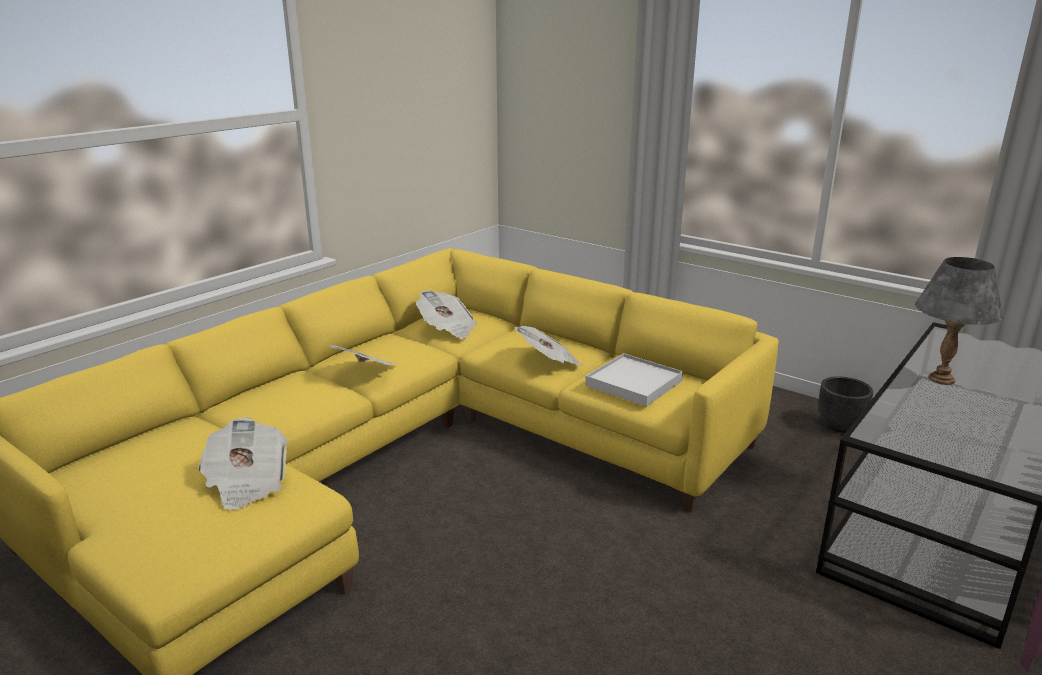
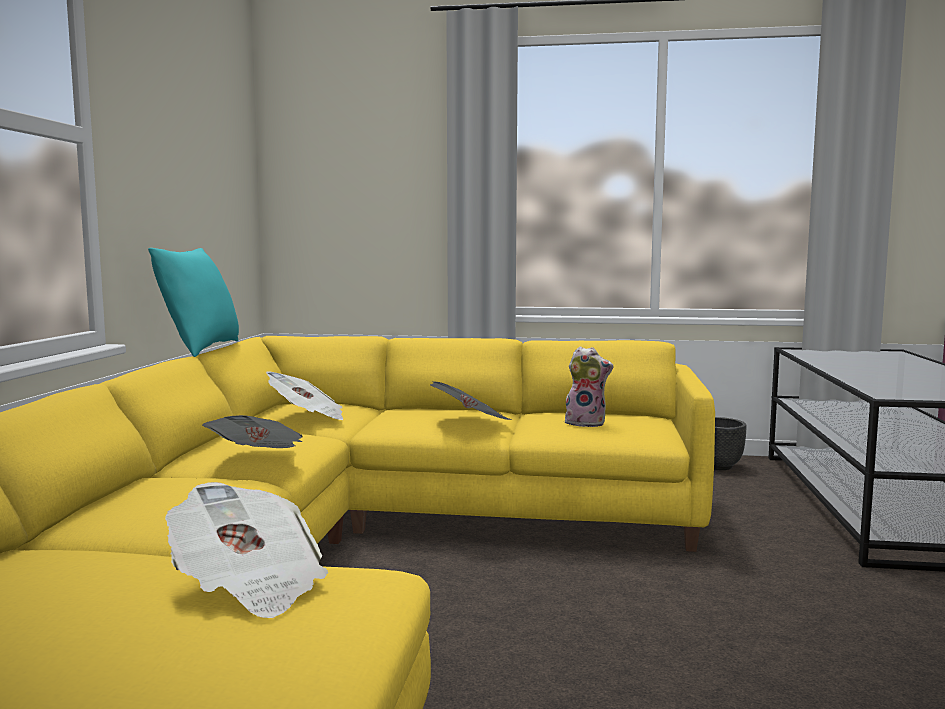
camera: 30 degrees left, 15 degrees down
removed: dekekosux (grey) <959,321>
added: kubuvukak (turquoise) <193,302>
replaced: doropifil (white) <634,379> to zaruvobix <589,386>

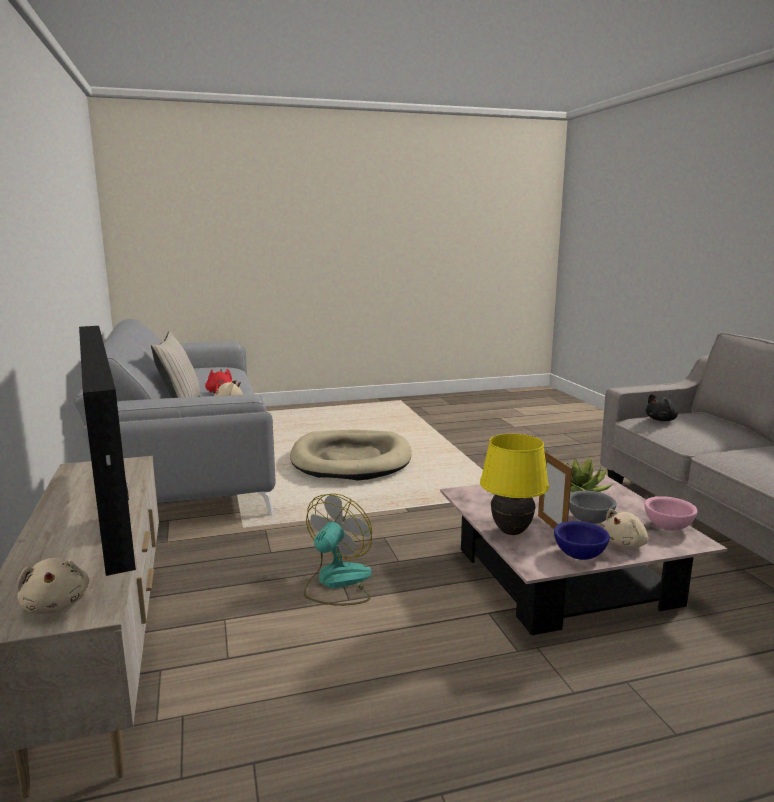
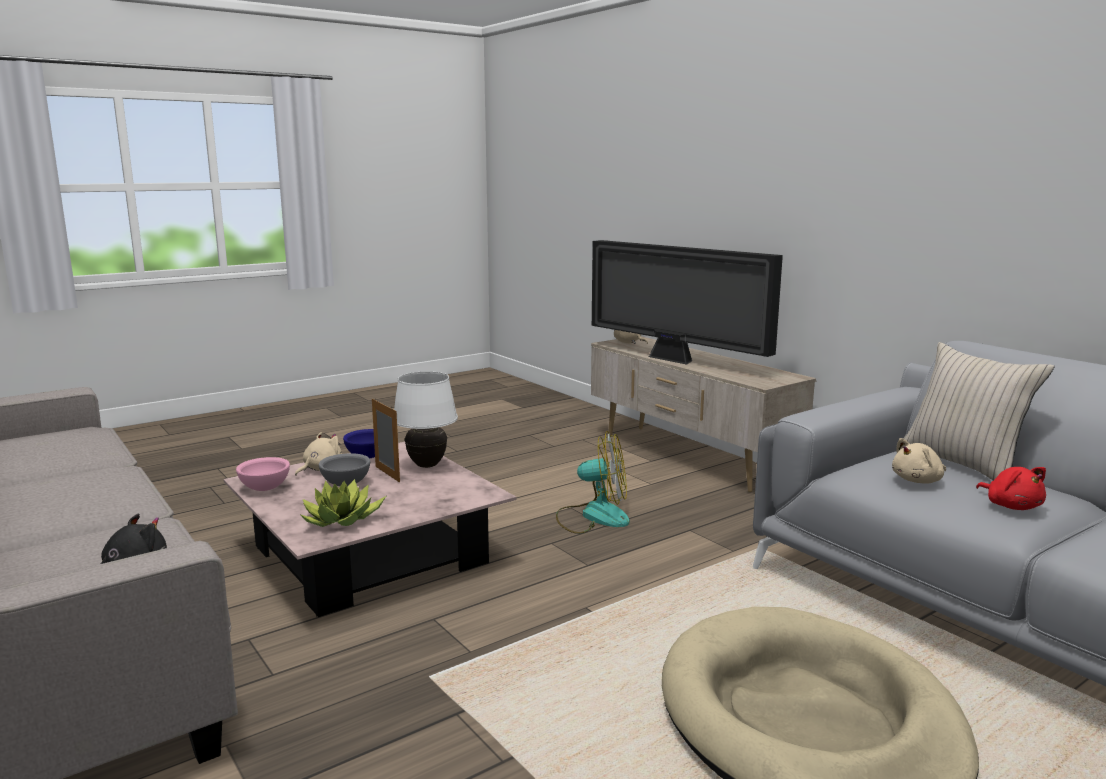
camera: 160 degrees right, 0 degrees up
recoloured: dekekosux (yellow) <514,484> to dekekosux (white) <426,419>
turned: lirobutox <338,550> = <593,482> 90 degrees counterclockwise

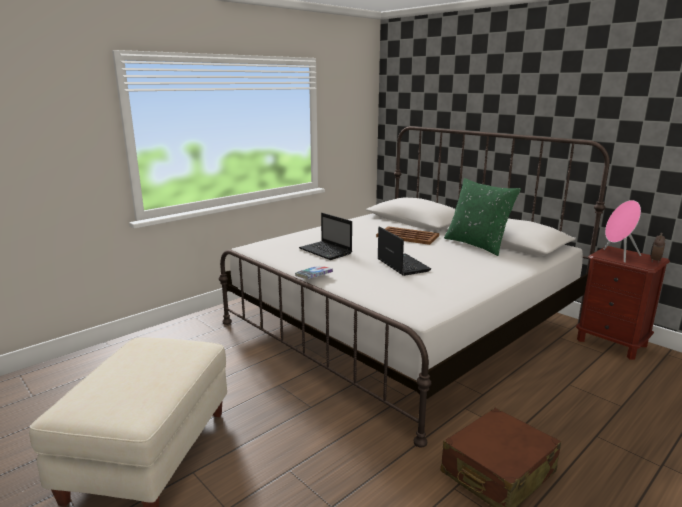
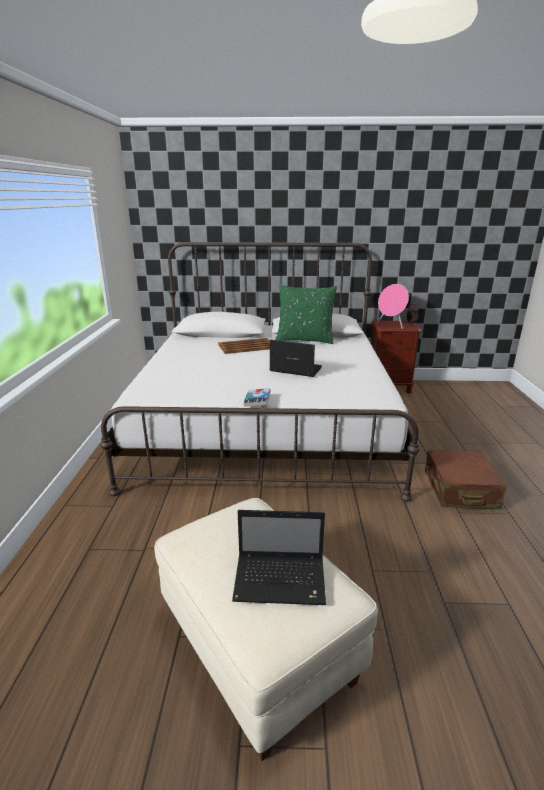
camera: 45 degrees left, 5 degrees up
moved: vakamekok <325,236> to <279,557>

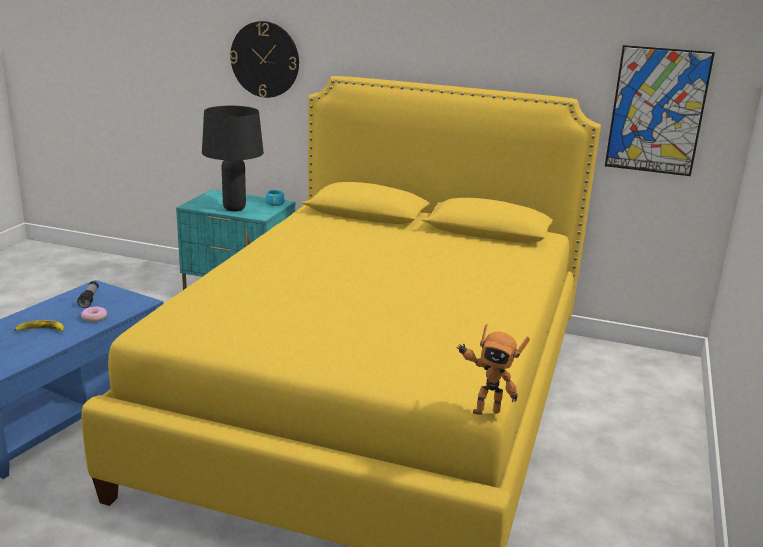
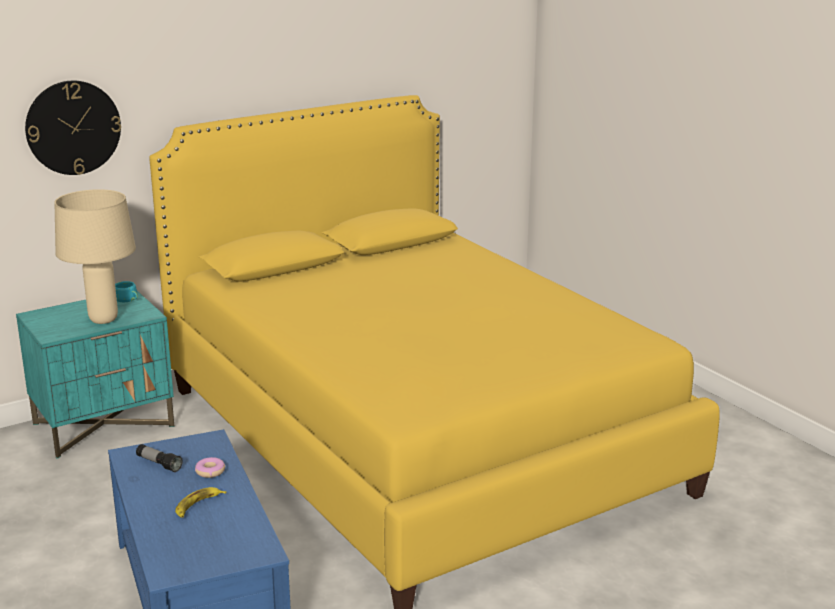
camera: 50 degrees left, 0 degrees up
removed: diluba <493,369>; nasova <660,110>
recoloured: dekekosux (black) <233,158> to dekekosux (beige) <95,256>

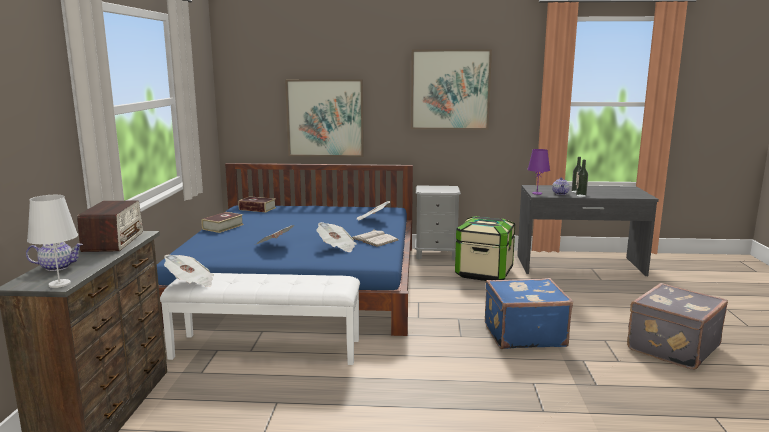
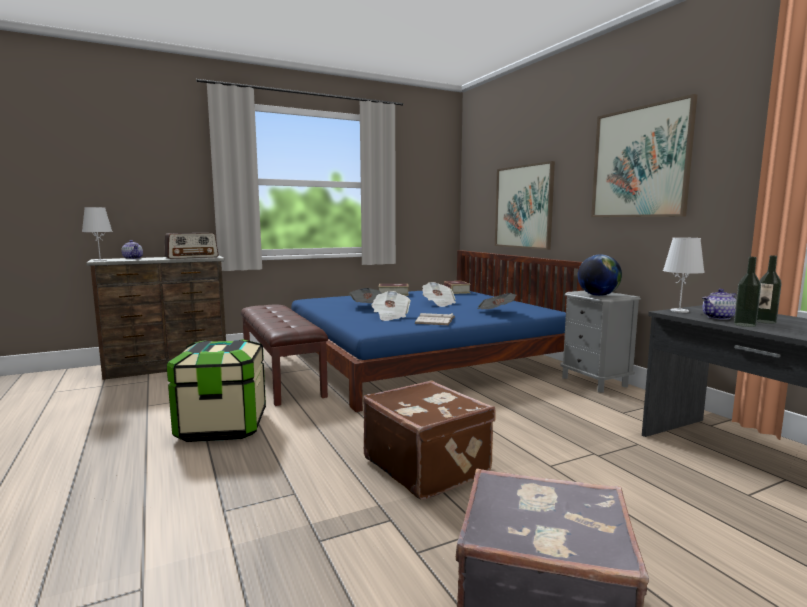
camera: 60 degrees right, 5 degrees down
added: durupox <600,275>
moved: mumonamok <189,271> to <439,294>; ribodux <485,248> to <216,390>
recoloured: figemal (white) <260,319> to figemal (brown) <284,355>; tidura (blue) <529,313> to tidura (brown) <429,440>; dekekosux (purple) <538,172> to dekekosux (white) <684,275>

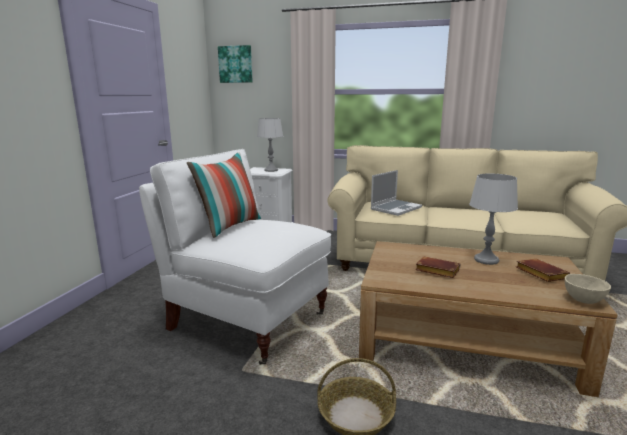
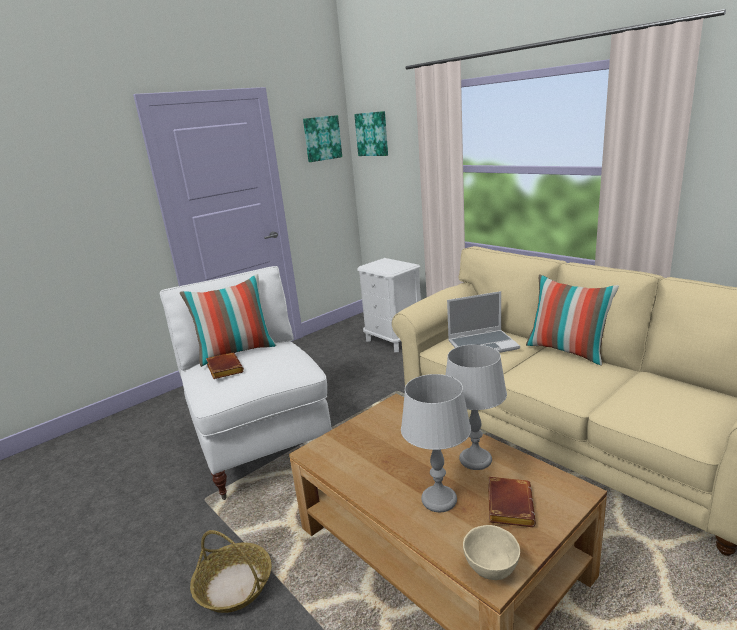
camera: 35 degrees right, 5 degrees up
added: nasova <322,138>; kubuvukak <572,320>
moved: dekekosux (grey) <270,145> to <436,443>; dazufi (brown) <437,267> to <225,366>

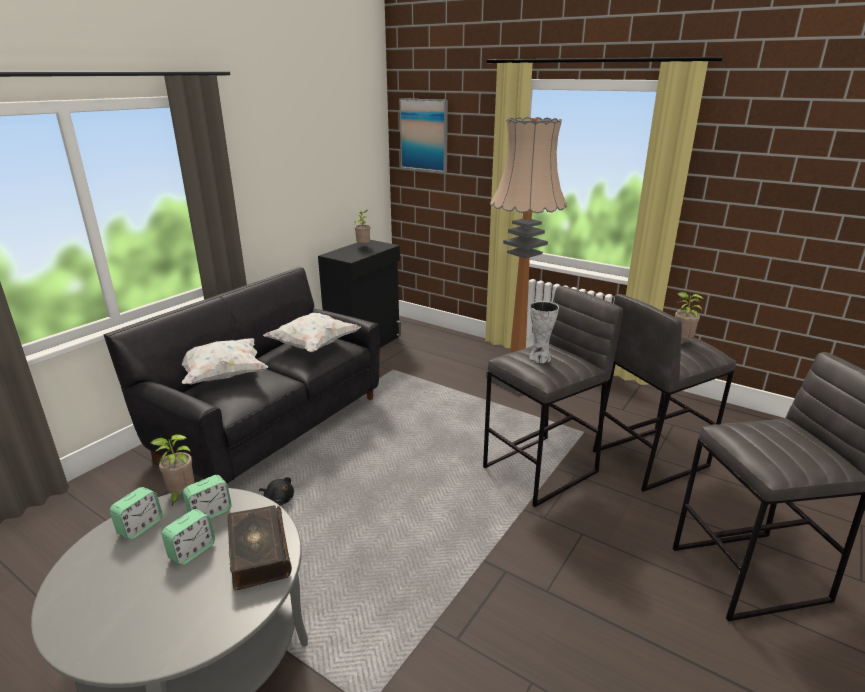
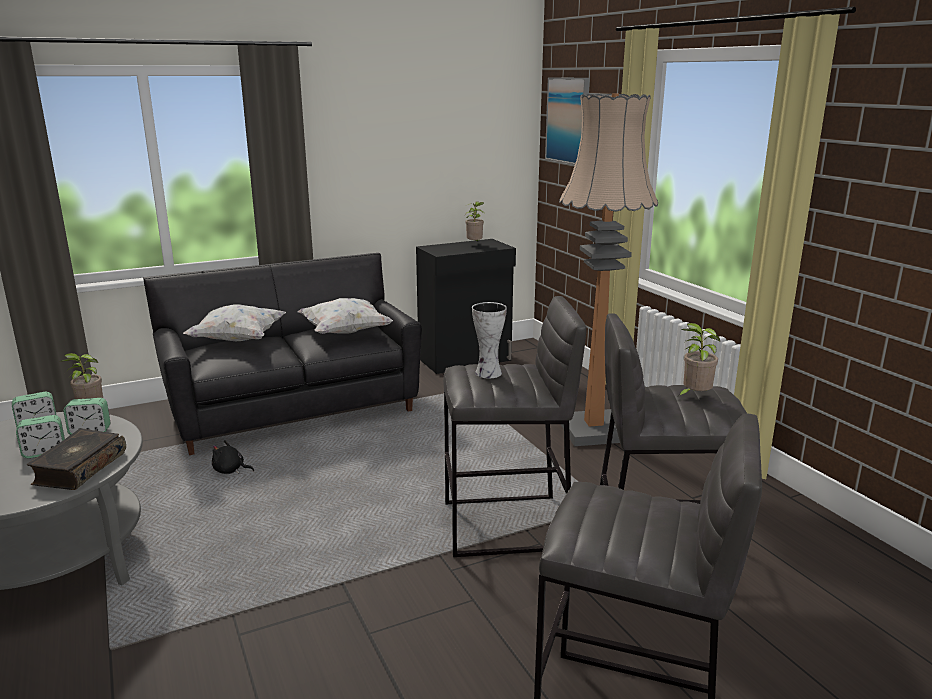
camera: 30 degrees right, 5 degrees down
turned: zaruvobix (black) <276,491> = <233,457> 135 degrees clockwise

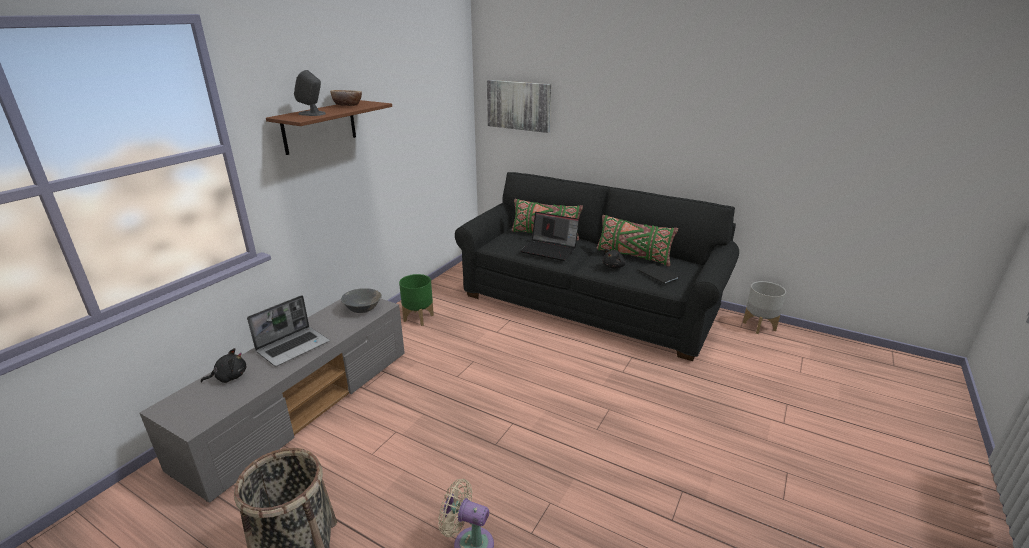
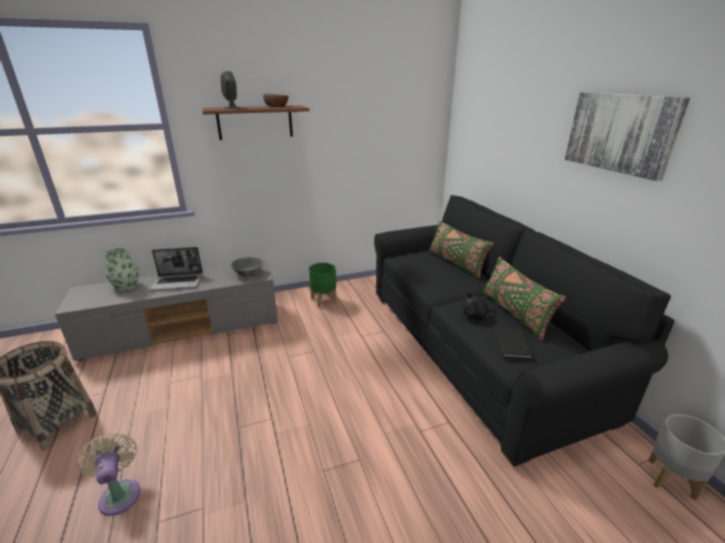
camera: 40 degrees right, 0 degrees up
removed: vakamekok <550,236>
moved: nasova <519,106> to <627,136>
replaced: zaruvobix (black) <223,365> to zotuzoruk <122,269>

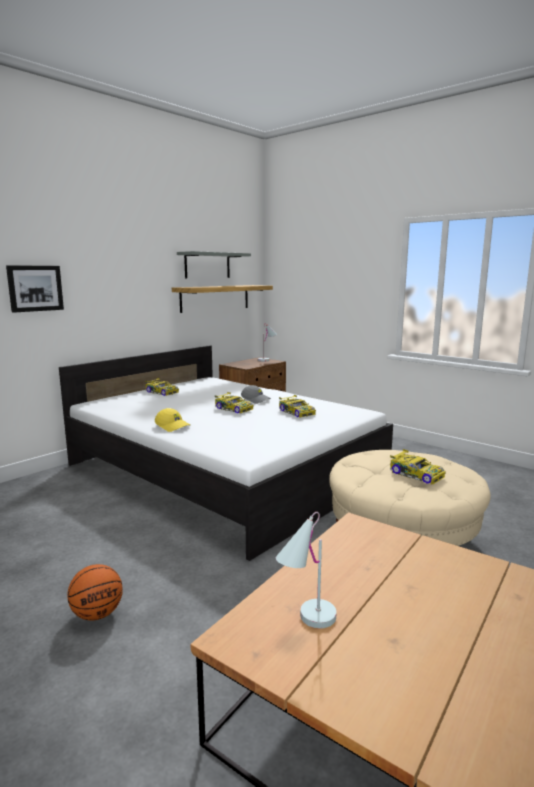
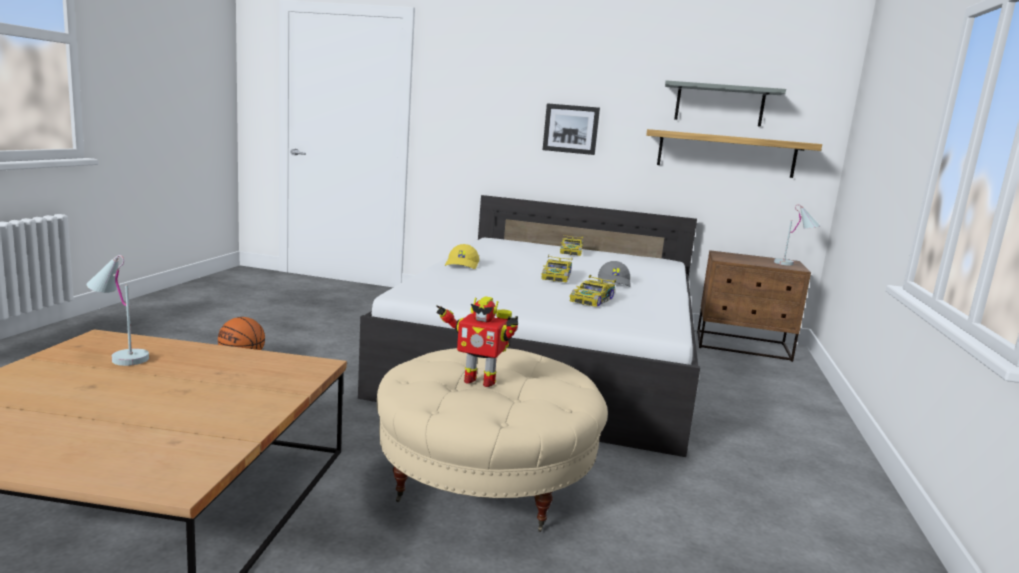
camera: 60 degrees right, 0 degrees up
moved: nasova <35,289> to <571,129>
replaced: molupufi <418,467> to diluba <477,341>

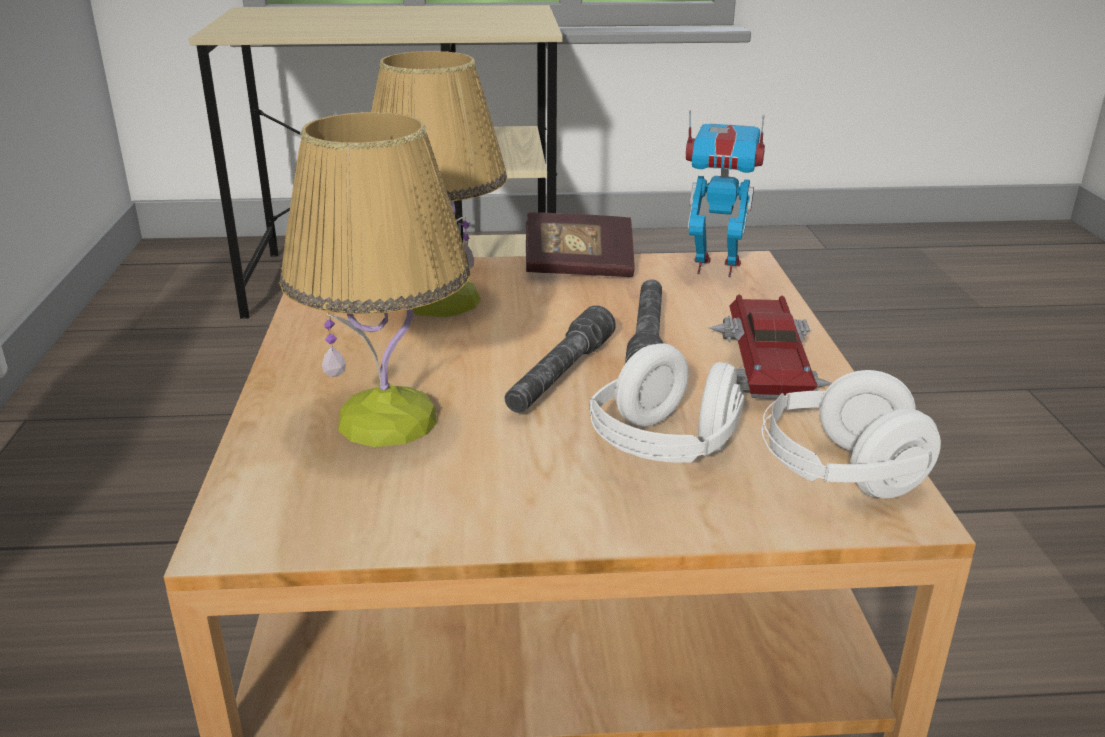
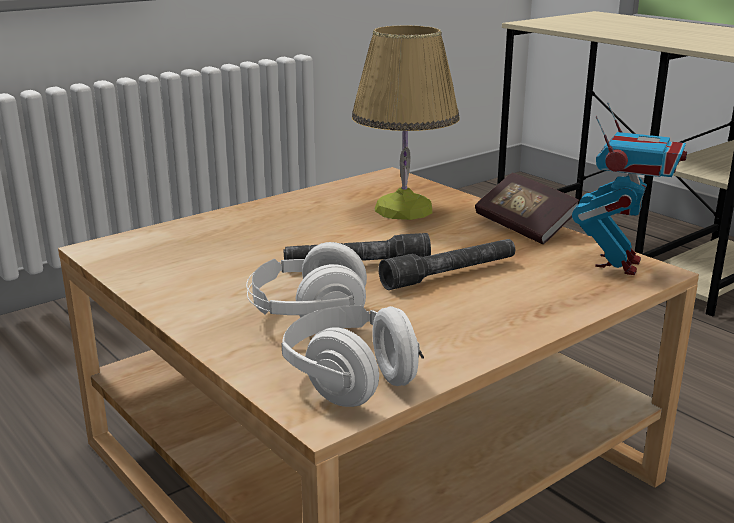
camera: 55 degrees right, 5 degrees down
removed: dekekosux <375,279>; molupufi <770,346>
turned: diluba <725,193> = <629,188> 45 degrees clockwise

